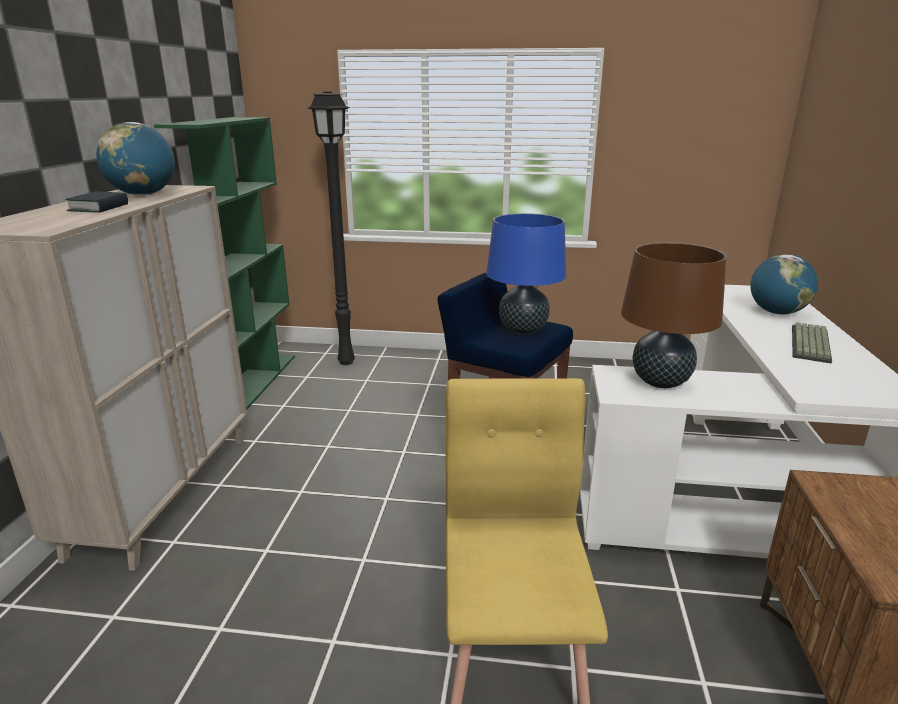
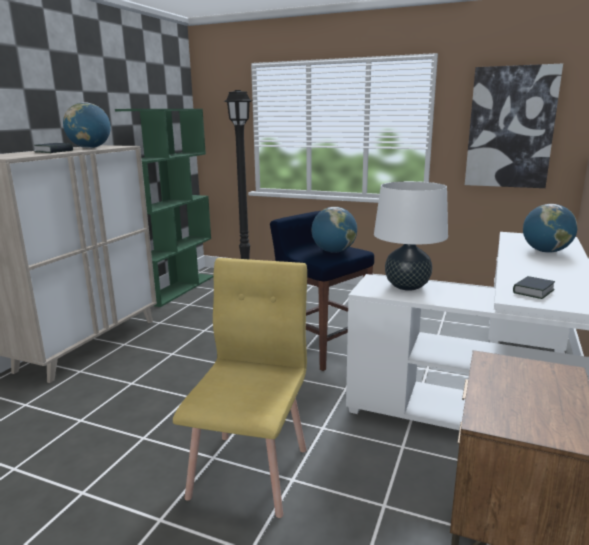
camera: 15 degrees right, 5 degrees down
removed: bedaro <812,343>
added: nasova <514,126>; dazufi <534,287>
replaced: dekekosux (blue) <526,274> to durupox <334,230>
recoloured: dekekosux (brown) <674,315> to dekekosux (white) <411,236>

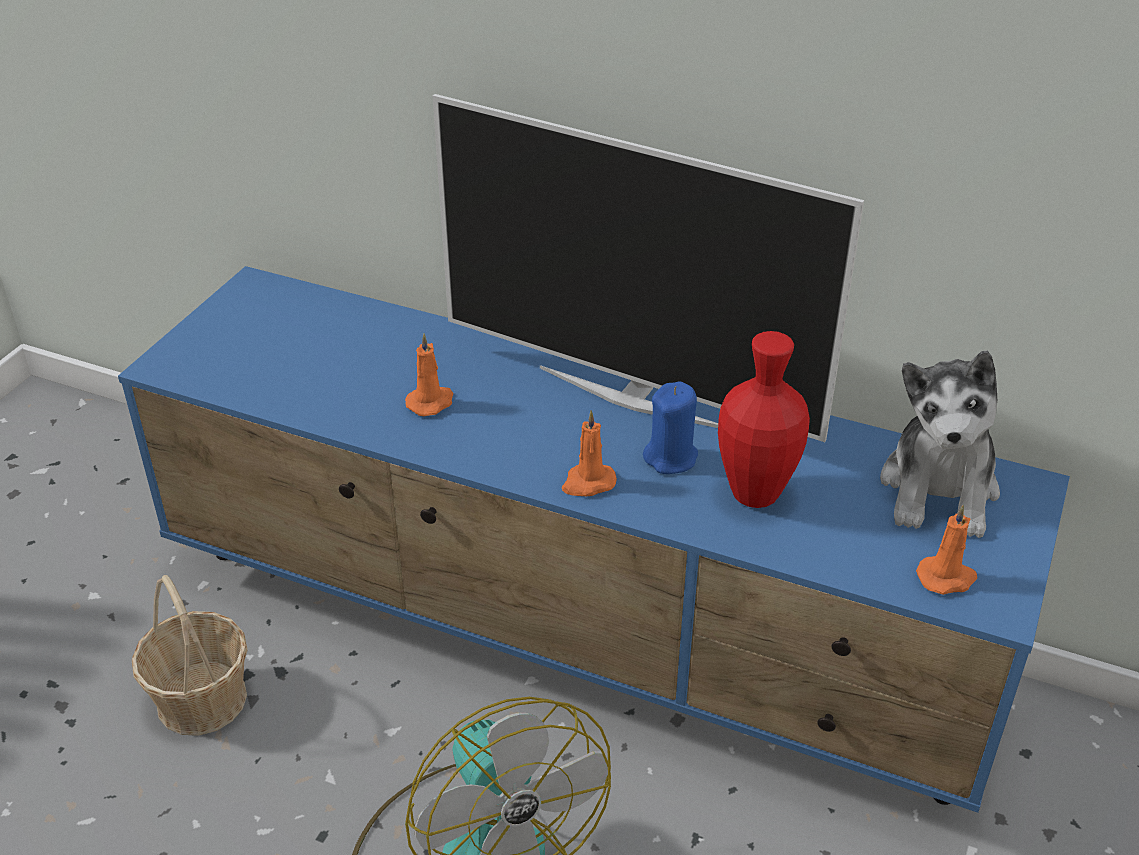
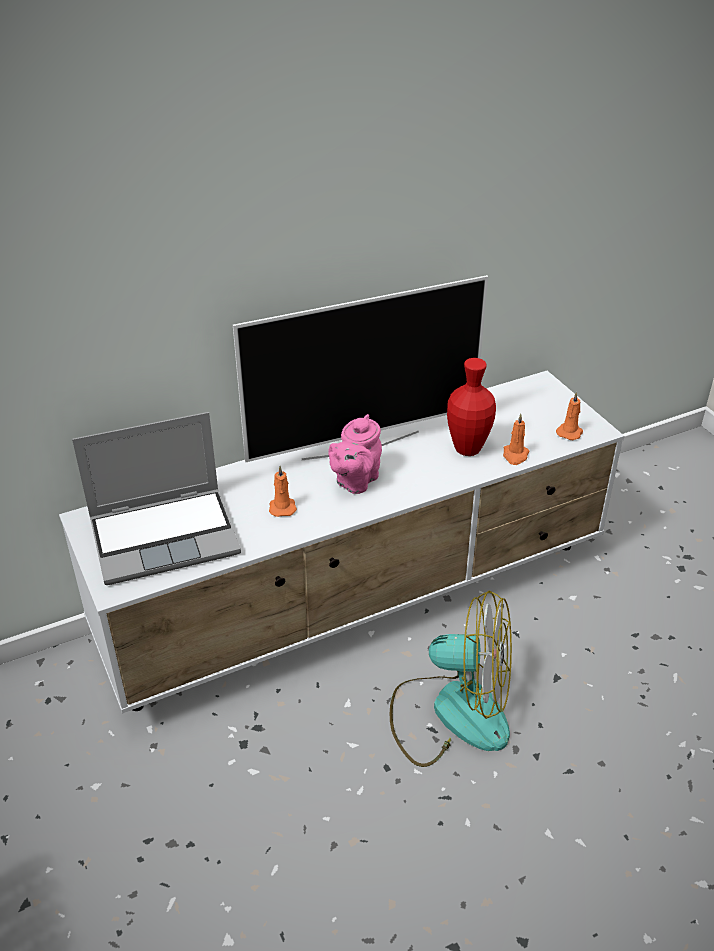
camera: 50 degrees left, 0 degrees up
removed: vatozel <189,655>; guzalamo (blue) <670,427>; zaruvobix <940,444>
added: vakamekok <156,498>; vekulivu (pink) <355,454>
moved: guzalamo (orange) <589,453> to <516,439>
recoloured: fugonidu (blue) <594,539> to fugonidu (white) <341,542>

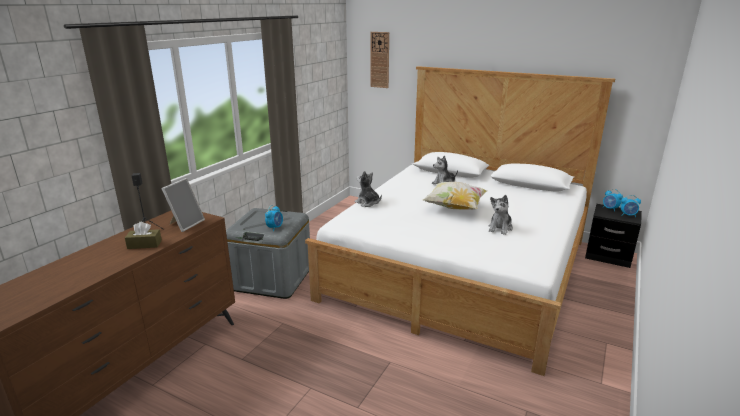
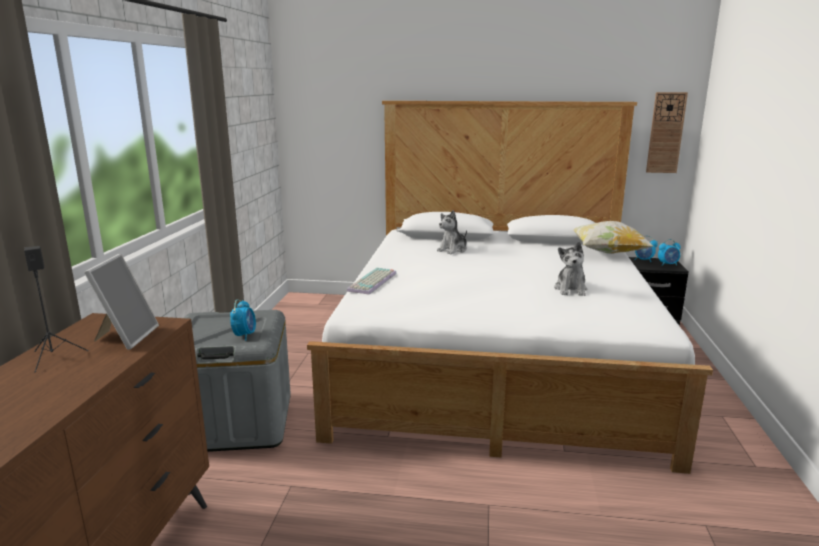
camera: 20 degrees left, 5 degrees down
removed: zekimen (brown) <143,235>
moved: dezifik <380,60> to <667,132>; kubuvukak <455,196> to <613,237>
replaced: zaruvobix <368,189> to bedaro <372,281>

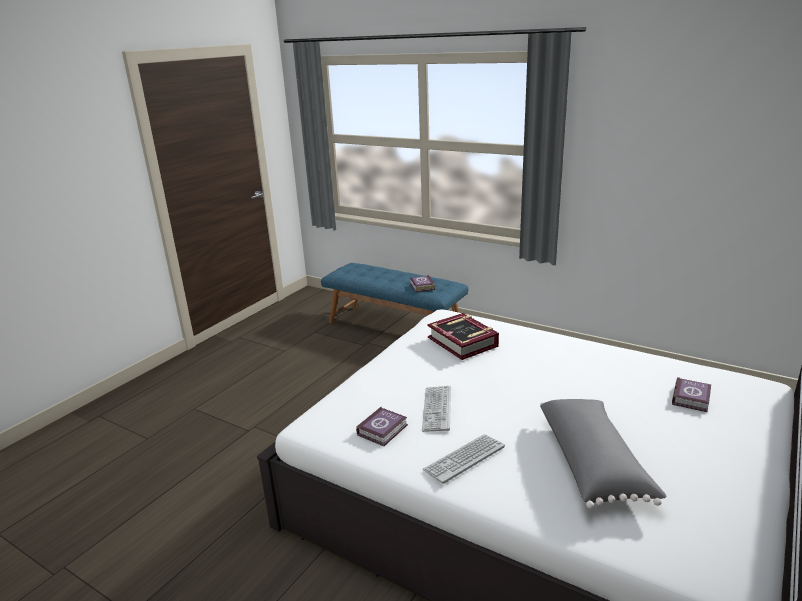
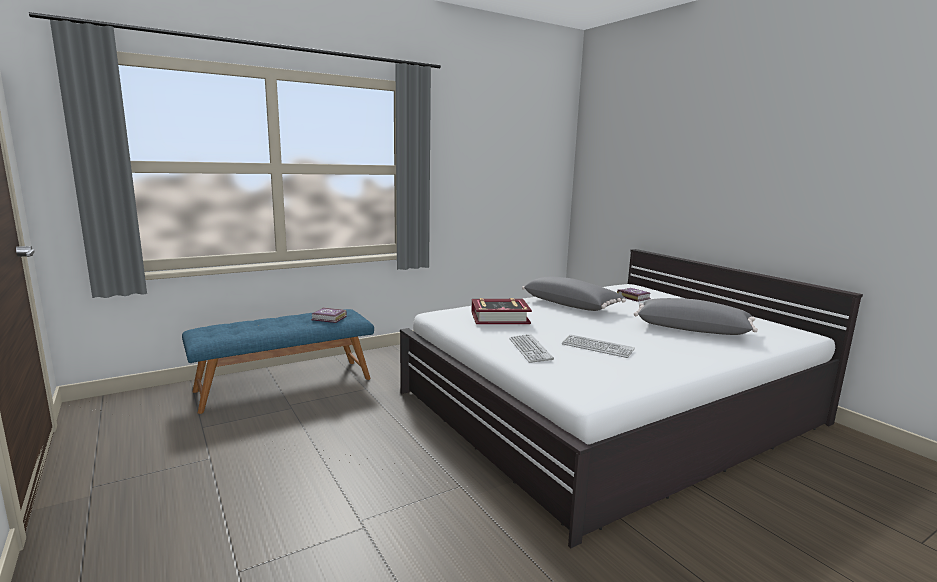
camera: 65 degrees left, 10 degrees down
removed: dazufi <382,426>
added: kubuvukak (grey) <574,294>
moved: bedaro <464,459> to <531,348>

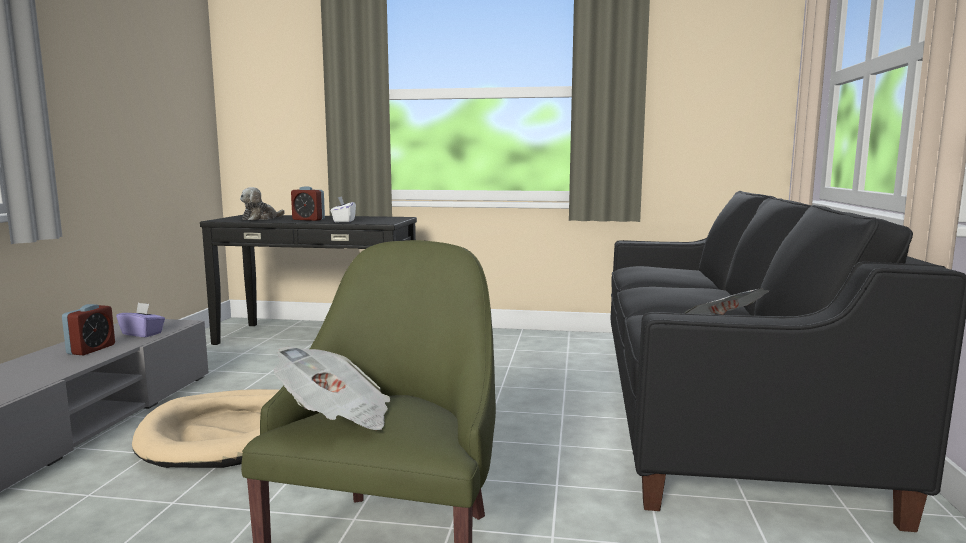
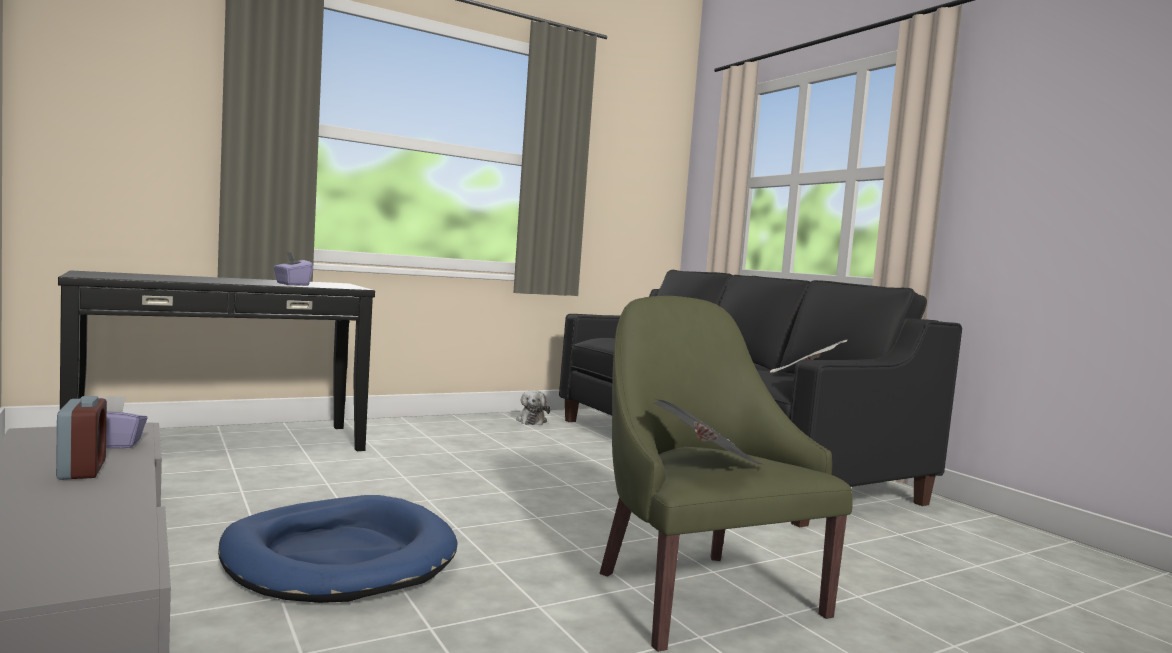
camera: 40 degrees left, 5 degrees down
removed: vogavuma <308,203>
moved: zaruvobix <262,203> to <533,407>
recoloured: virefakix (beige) <205,428> to virefakix (blue) <337,549>; zekimen (white) <343,209> to zekimen (purple) <293,269>

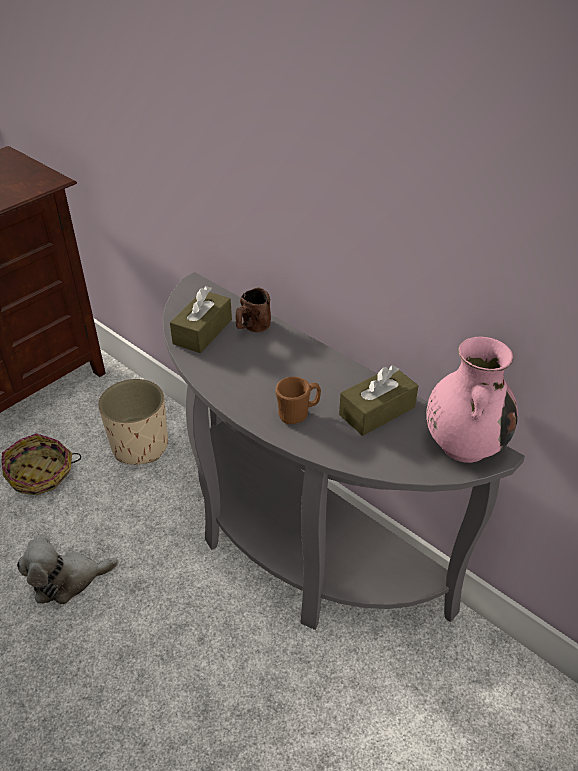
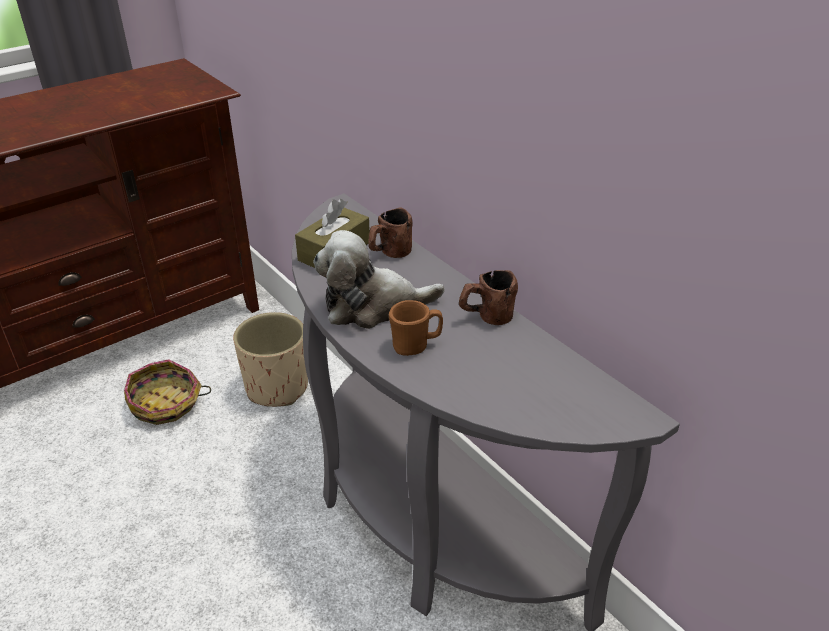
camera: 10 degrees right, 5 degrees down
removed: zekimen (brown) <378,400>; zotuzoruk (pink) <472,400>
added: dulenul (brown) <488,297>
moved: zaruvobix <68,570> to <379,279>

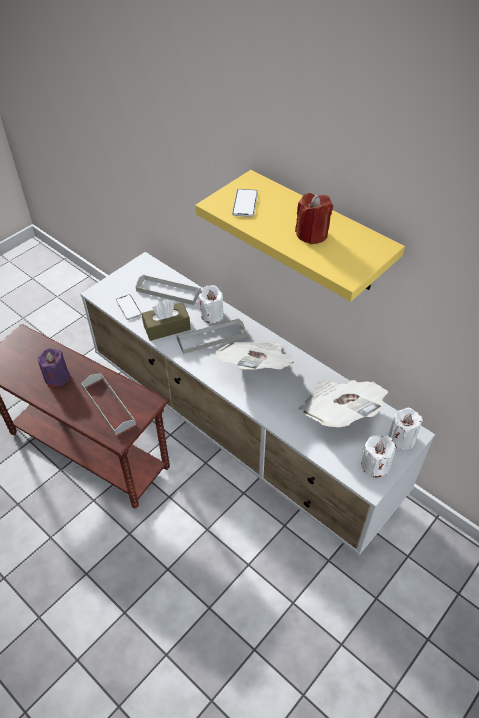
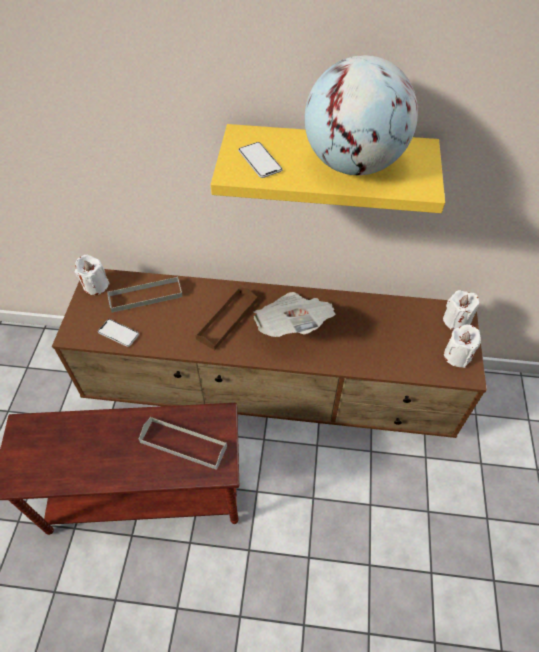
camera: 35 degrees left, 5 degrees up
removed: guzalamo (purple) <54,367>; zekimen (brown) <166,320>; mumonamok <343,403>
moved: guzalamo (white) <211,304> to <92,275>
replaced: guzalamo (red) <314,218> to durupox <361,115>
recoloured: fugonidu (white) <257,403> to fugonidu (brown) <269,353>; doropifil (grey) <211,336> to doropifil (brown) <226,318>

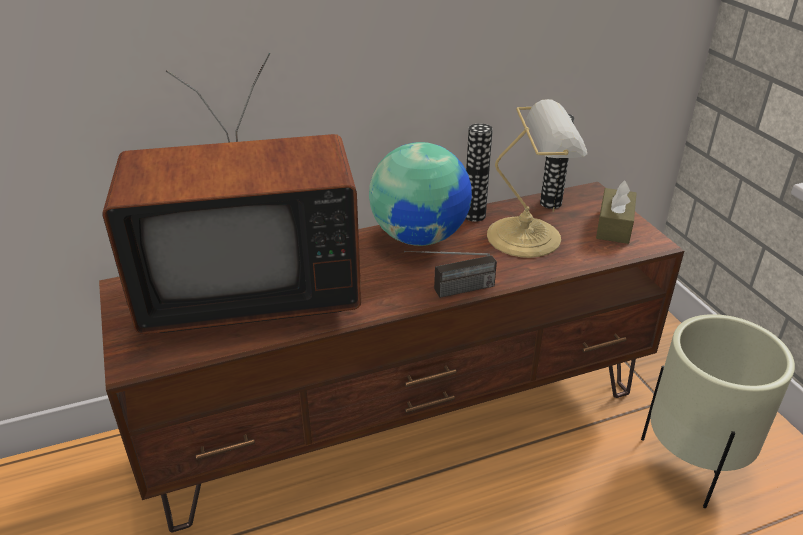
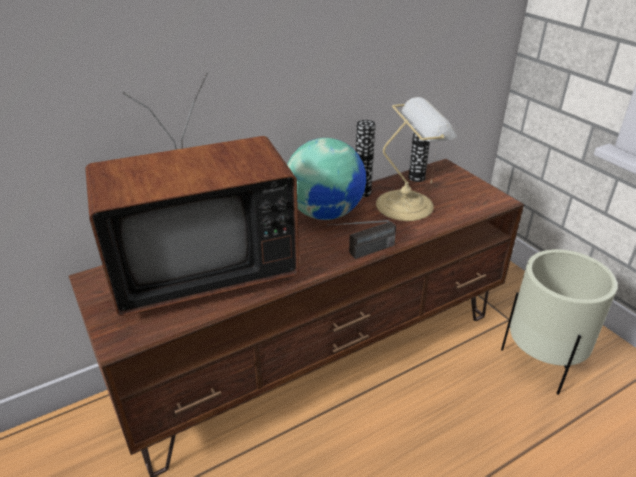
camera: 10 degrees left, 0 degrees up
removed: zekimen (brown) <616,212>

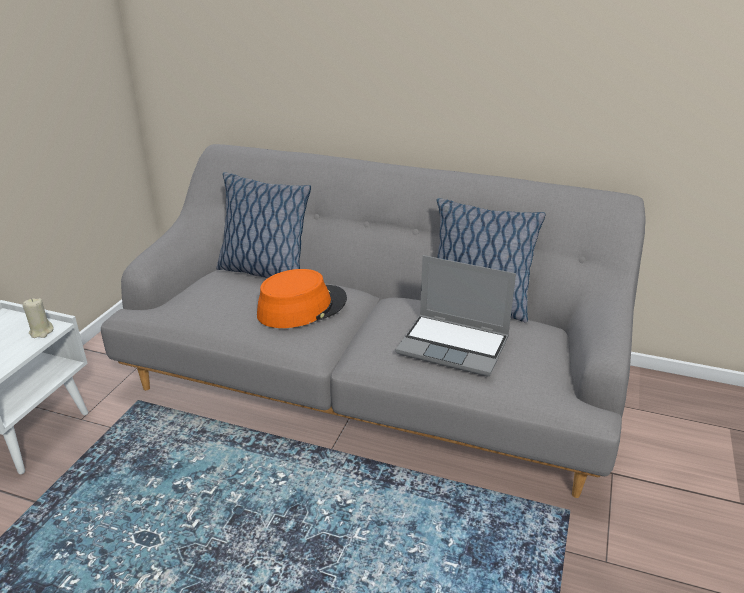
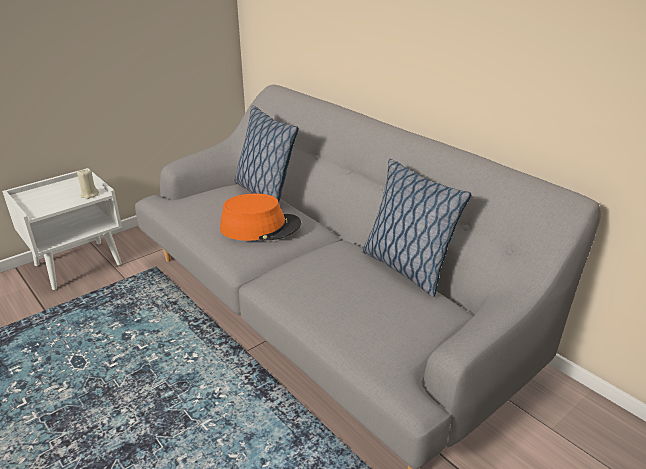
camera: 30 degrees right, 0 degrees up
removed: vakamekok <456,315>

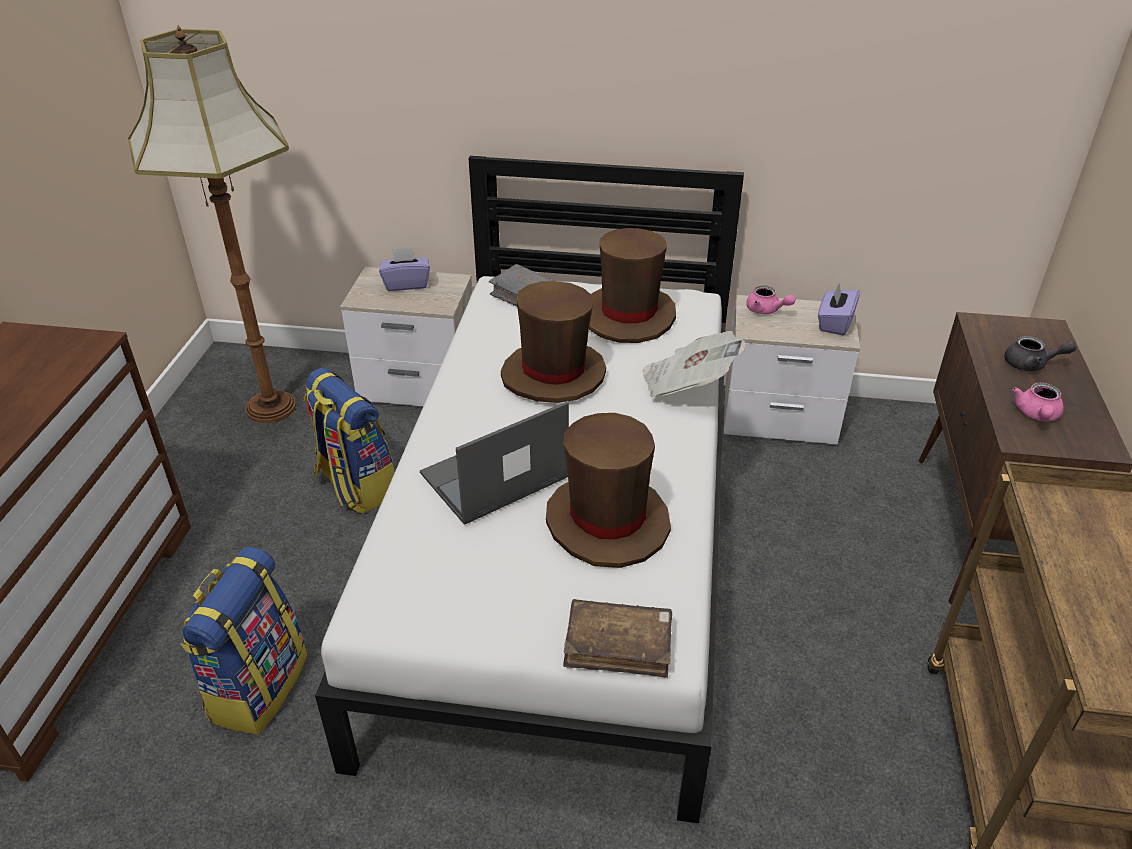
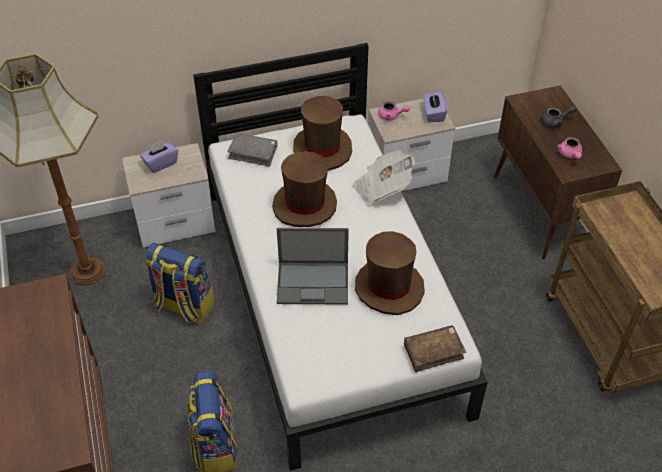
camera: 25 degrees left, 10 degrees up
turned: vakamekok <494,463> = <313,266> 120 degrees counterclockwise

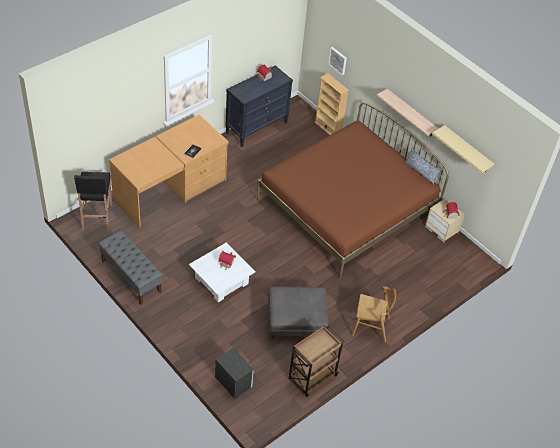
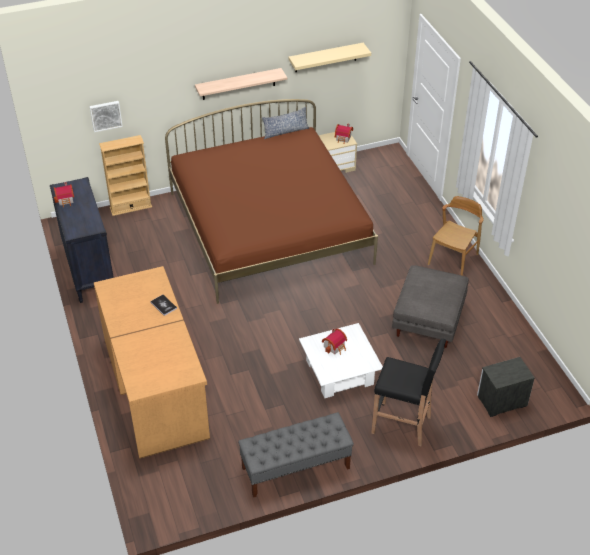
camera: 65 degrees left, 5 degrees down
removed: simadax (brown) <316,361>
moved: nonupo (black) <93,201> to <408,392>

